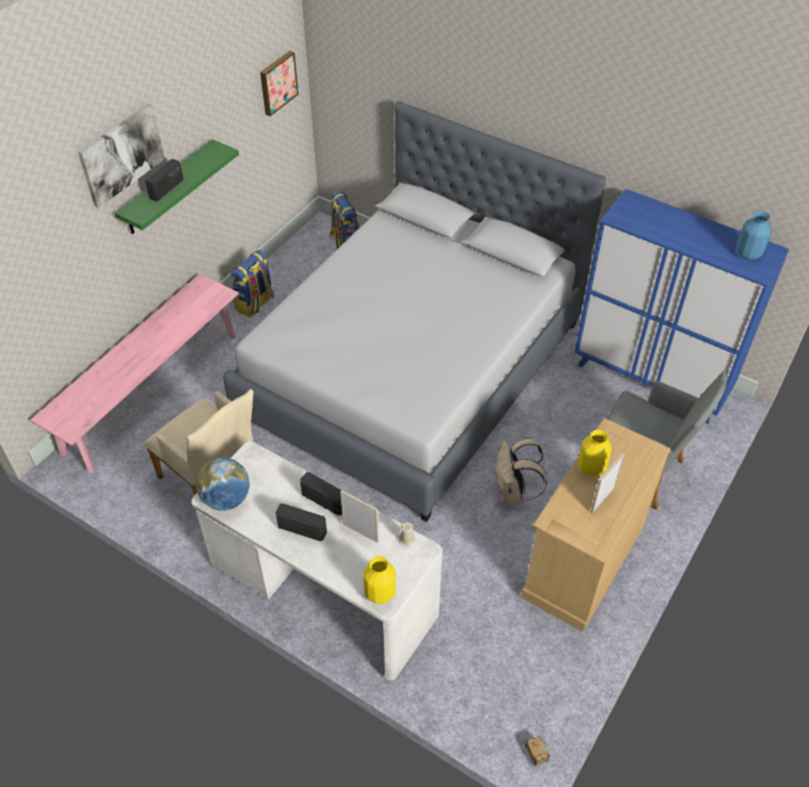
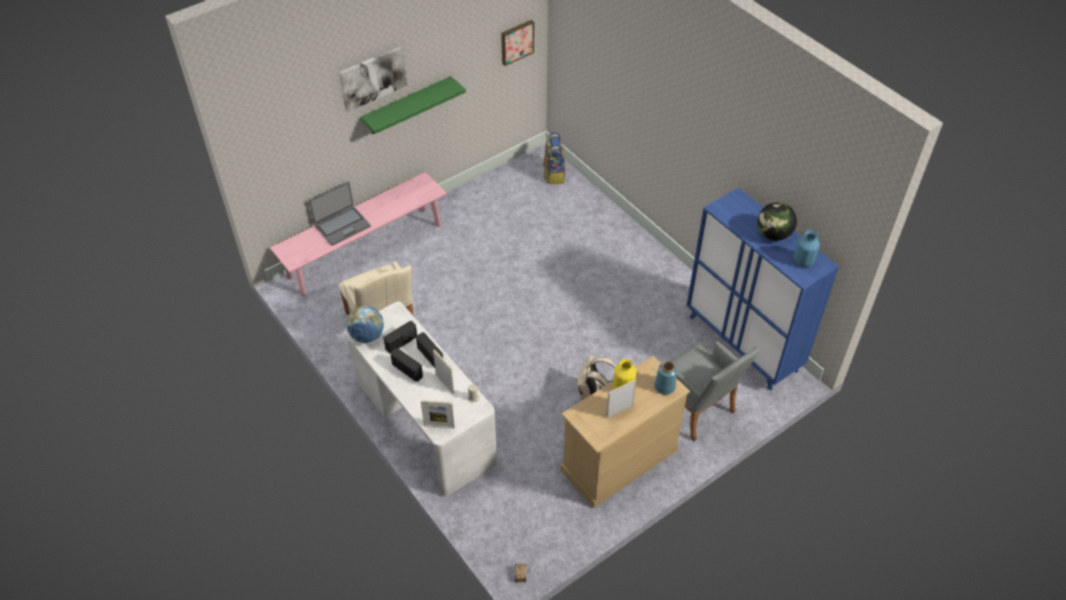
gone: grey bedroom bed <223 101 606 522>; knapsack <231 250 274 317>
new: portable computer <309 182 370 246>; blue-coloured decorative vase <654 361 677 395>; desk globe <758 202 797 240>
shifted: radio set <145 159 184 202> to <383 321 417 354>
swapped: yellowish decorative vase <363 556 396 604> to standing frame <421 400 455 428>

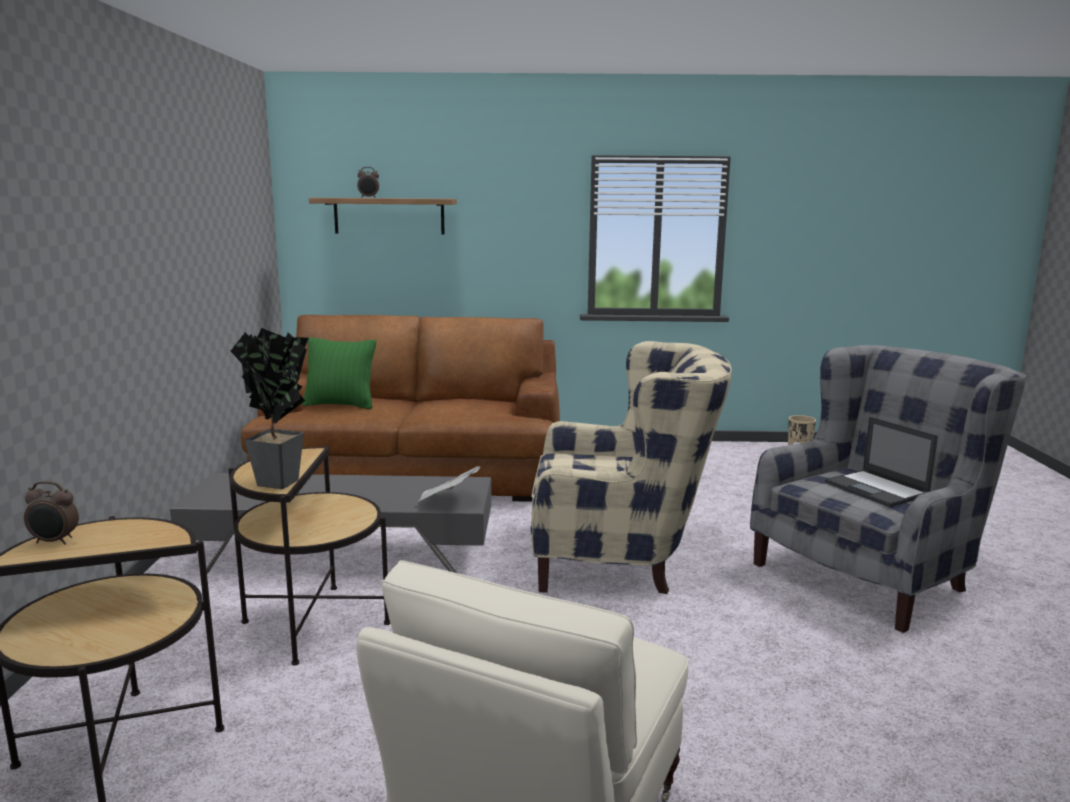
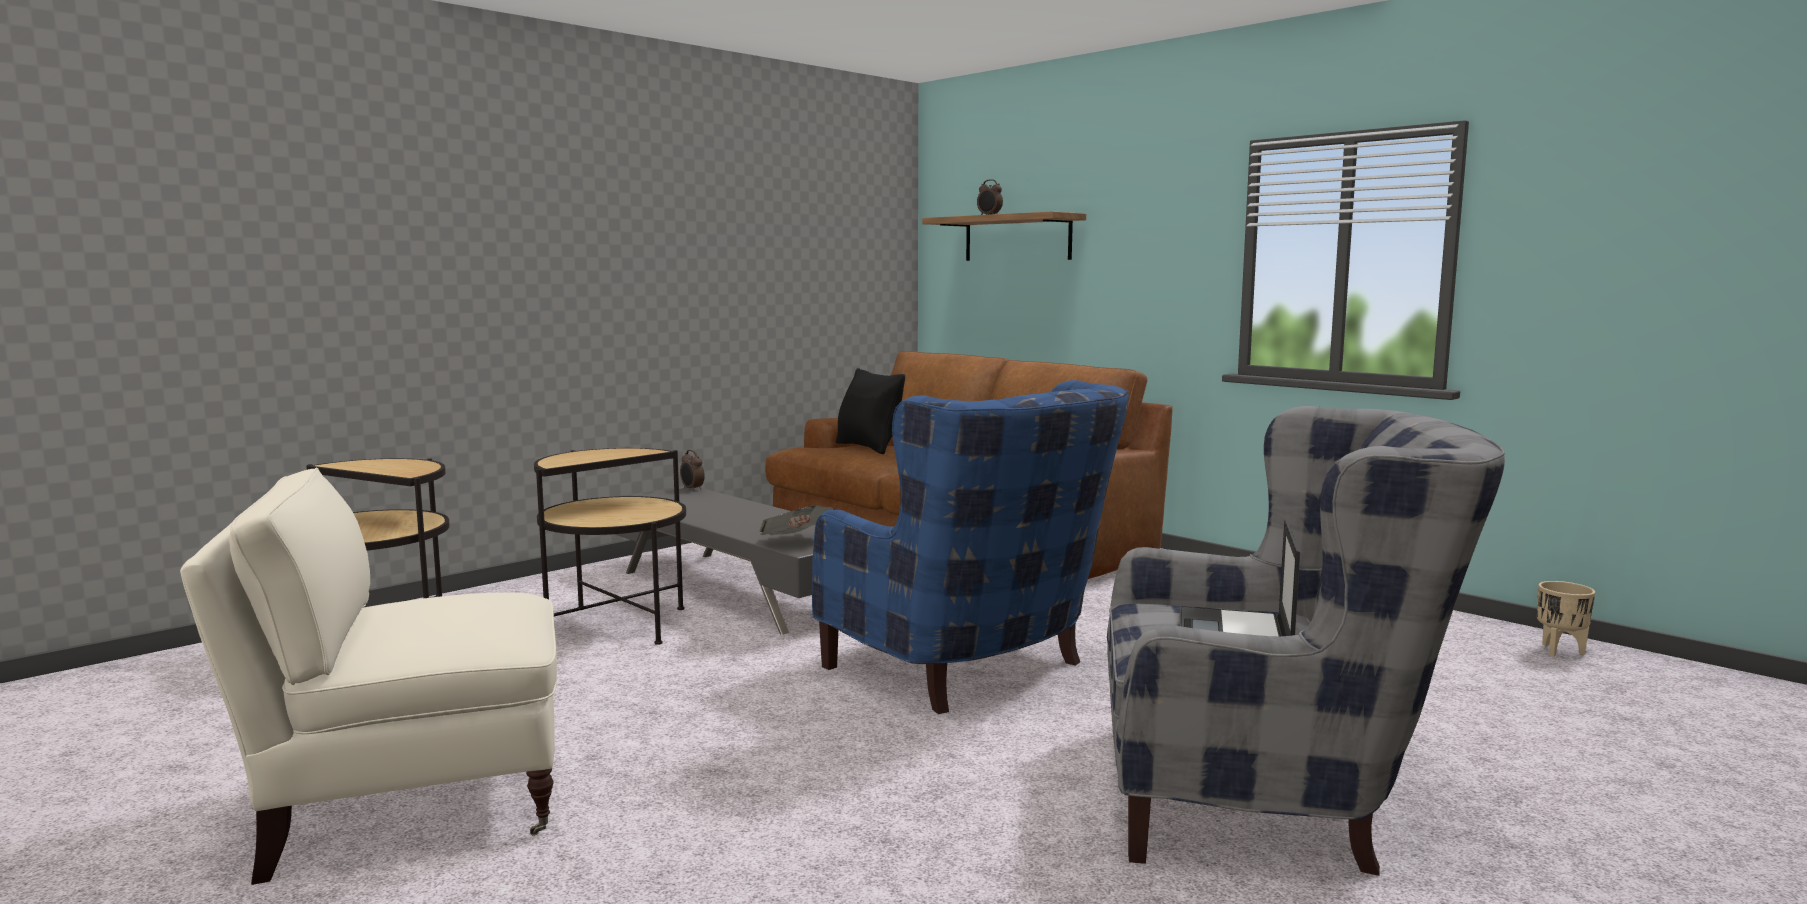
gone: plant in a pot <231 328 309 489>
shifted: alarm clock <24 481 79 545> to <680 450 705 491>
repainted: beige-coloured lounge chair <531 341 732 594> to blue-coloured lounge chair <812 380 1129 714>; green cushion <302 337 376 409> to black-coloured cushion <836 368 905 454>

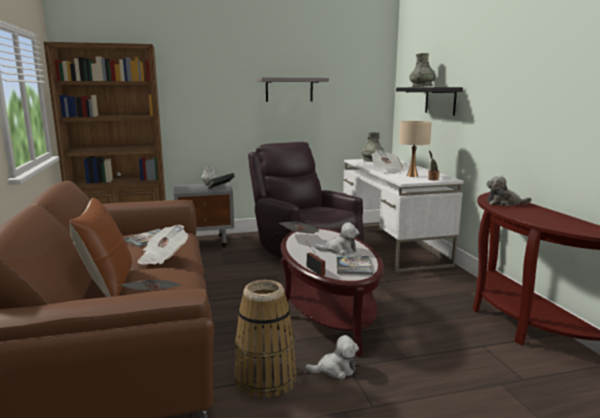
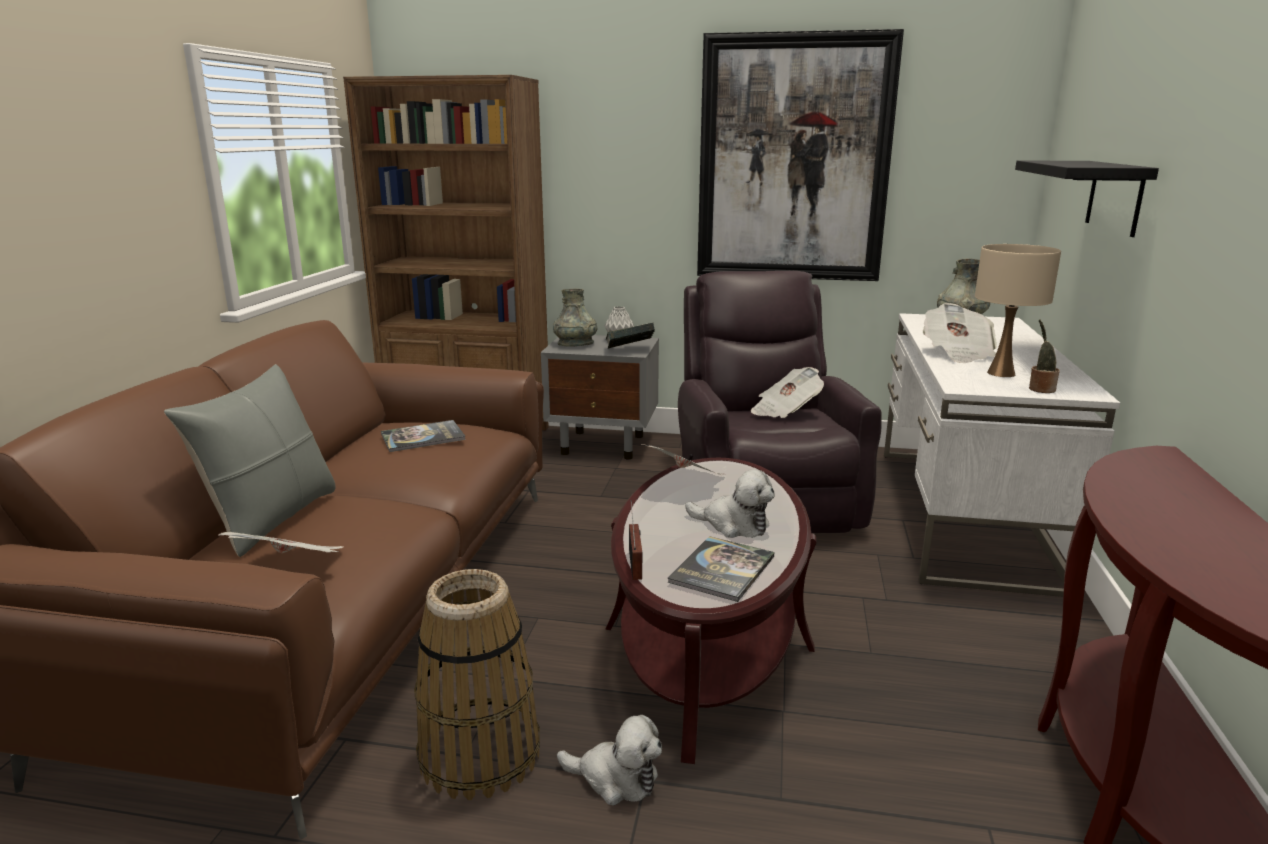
gone: soft toy <486 175 532 206>
shifted: grey decorative vase <410 53 436 87> to <553 289 597 347>; daily paper <137 225 188 265> to <751 367 824 418>
swapped: grey bracket shelf <257 78 329 102> to wall art <697 29 904 281>
repainted: brown cushion <69 198 132 297> to grey cushion <164 364 336 557>

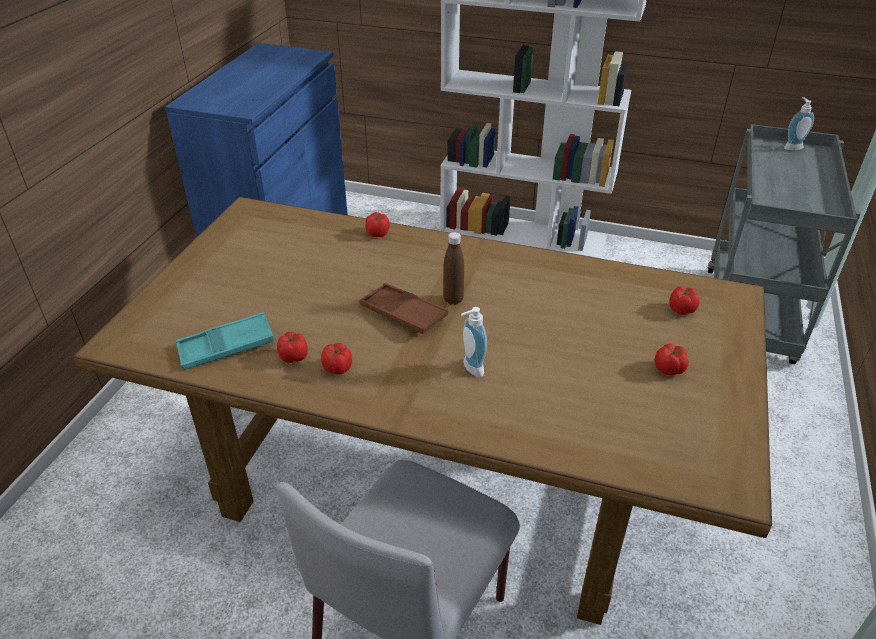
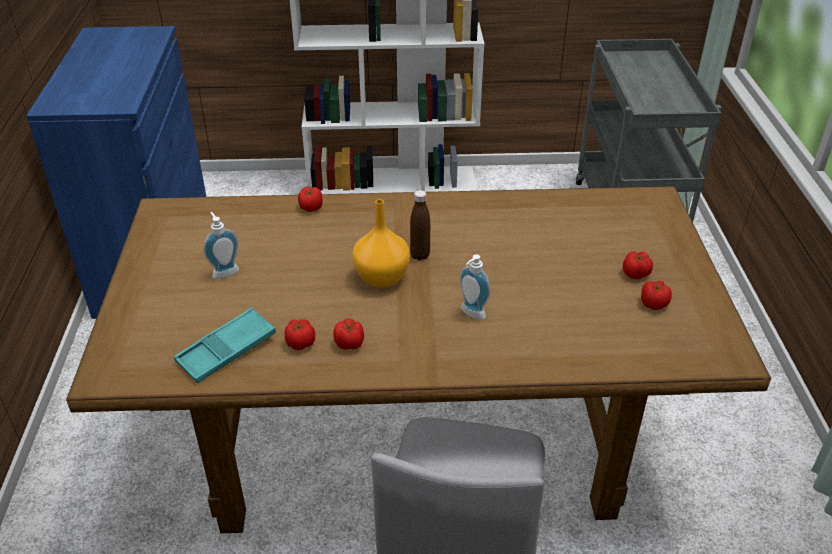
shifted: liquid soap bottle <784 97 814 150> to <203 212 239 279>; fresh tomato <669 286 700 315> to <641 281 672 310>
swapped: brown tray <360 283 448 334> to orange-coloured decorative vase <352 199 410 288>

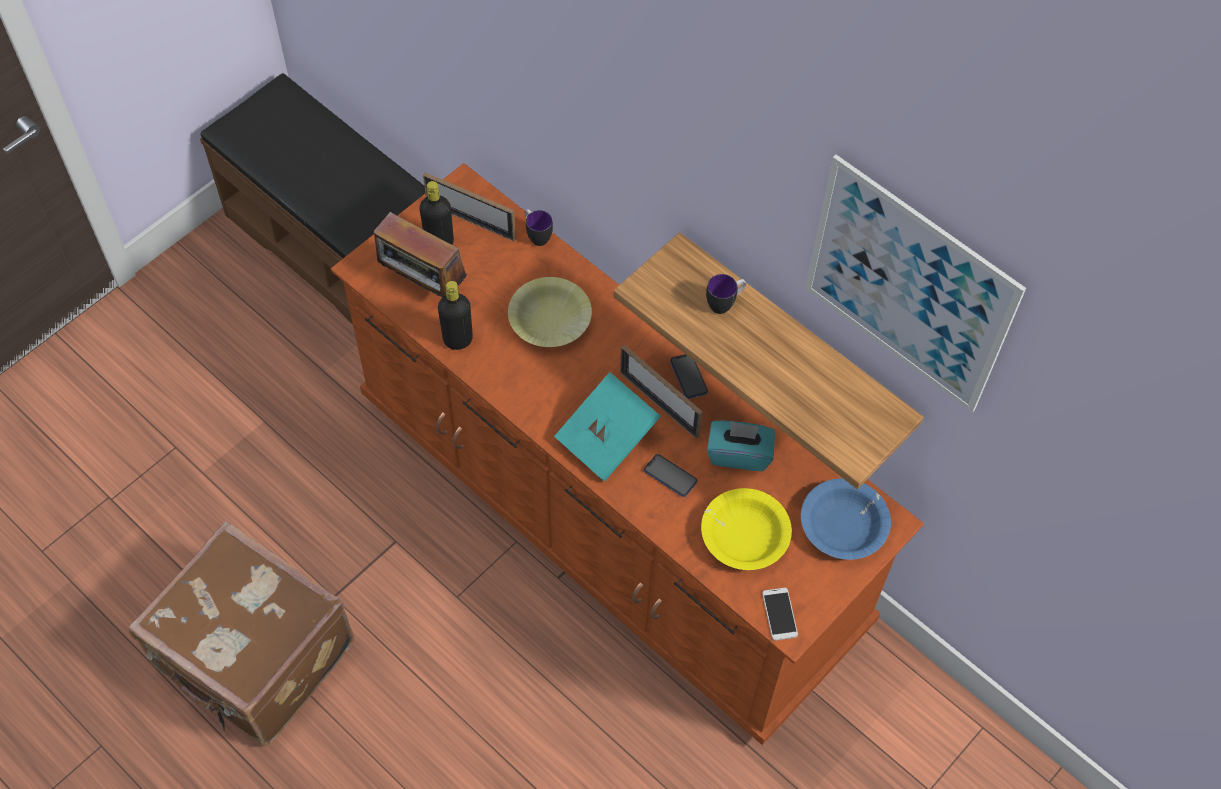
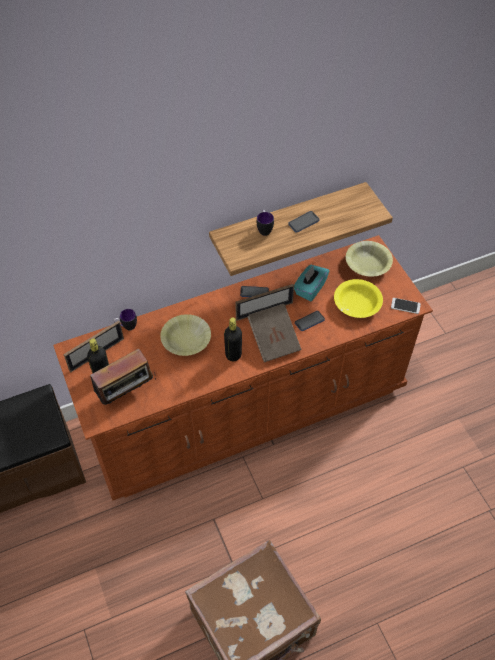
gone: wall art <805 155 1026 413>
new: phone <288 211 319 233>
shifted: black-coloured bottle <438 281 473 350> to <224 318 242 361>
repainted: turquoise book <554 372 661 481> to brown book <247 304 301 362>; blue-coloured deep dish <801 478 891 560> to yellowish deep dish <346 241 393 277>

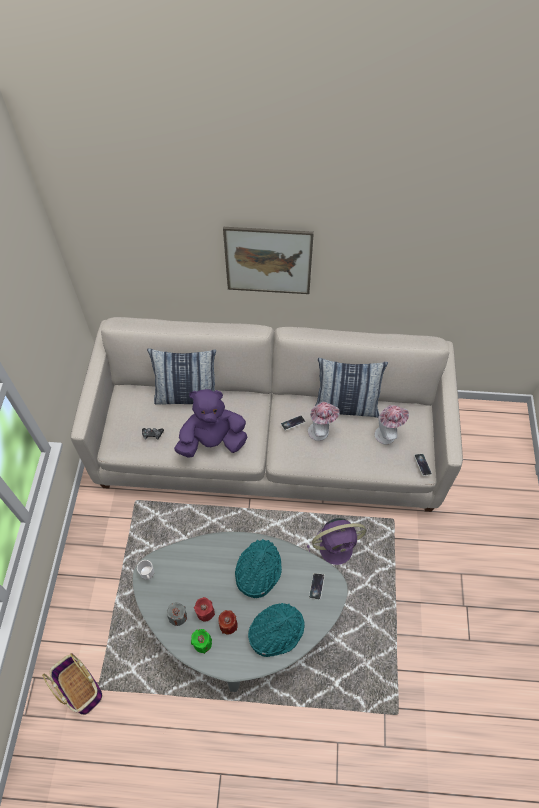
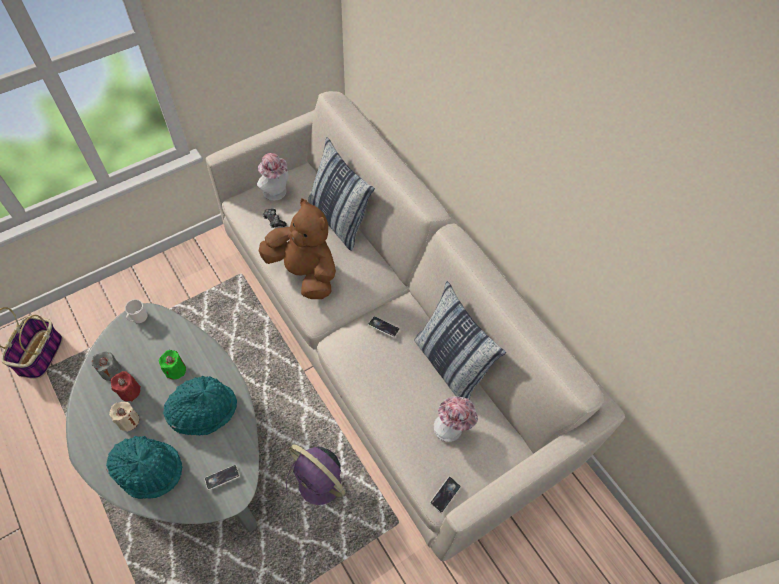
gone: wall art <223 227 314 294>
shifted: green candle <191 629 212 654> to <159 350 186 380>; clothing hat <308 402 340 441> to <257 153 289 201>
repainted: red-coloured candle <218 610 238 634> to beige-coloured candle <109 402 139 432>; purplish soft toy <174 389 247 458> to brown soft toy <259 198 336 299>

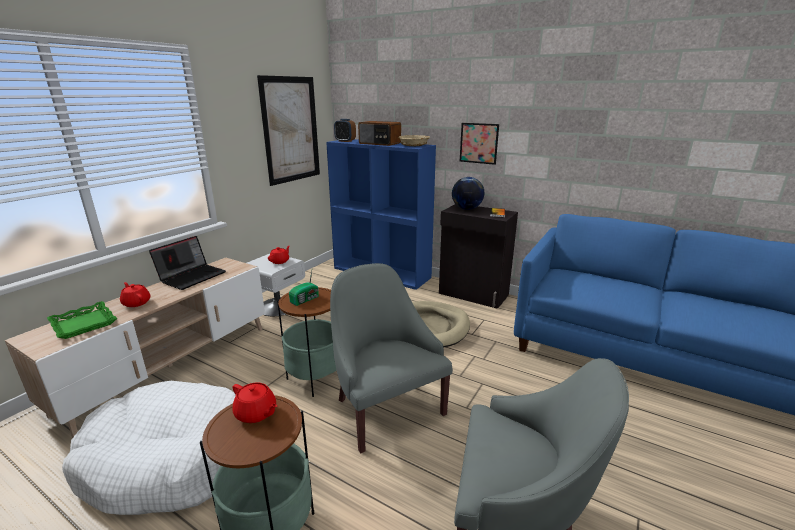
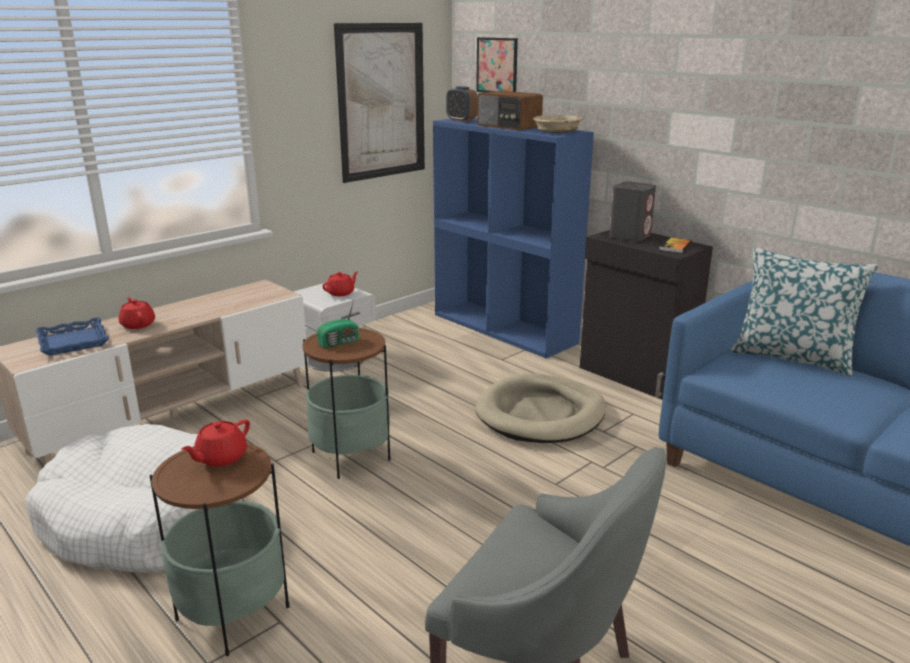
gone: portable computer <149 236 226 290>; grey lounge chair <330 263 453 453>
new: cushion <731 247 878 377>
shifted: wall art <460 123 499 165> to <476 37 518 92>
swapped: desk globe <452 177 484 210> to grey speaker <609 181 656 242>
repainted: green tray <47 301 117 339> to blue-coloured tray <36 317 109 356>
rotated: red-coloured pot for tea <233 383 278 423> = <181 419 250 467> 75 degrees clockwise

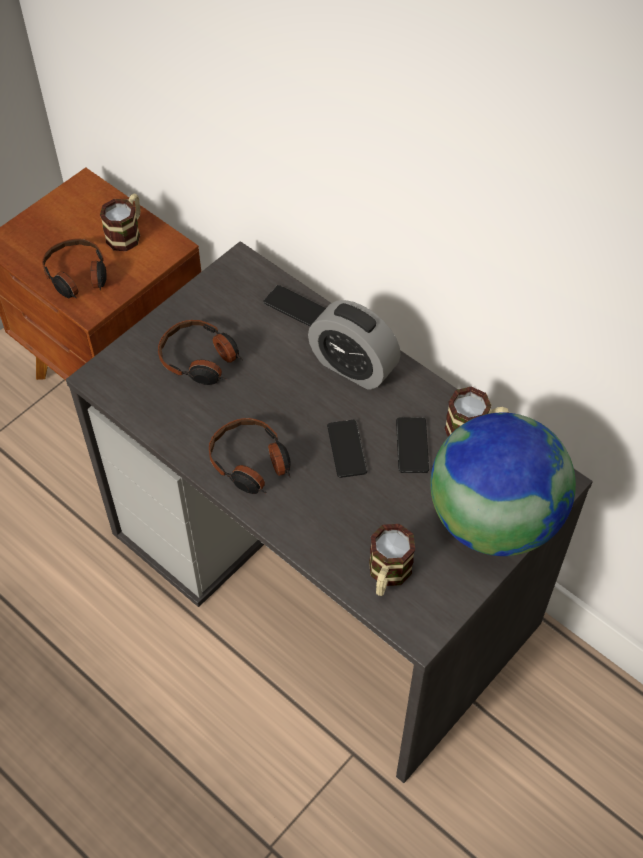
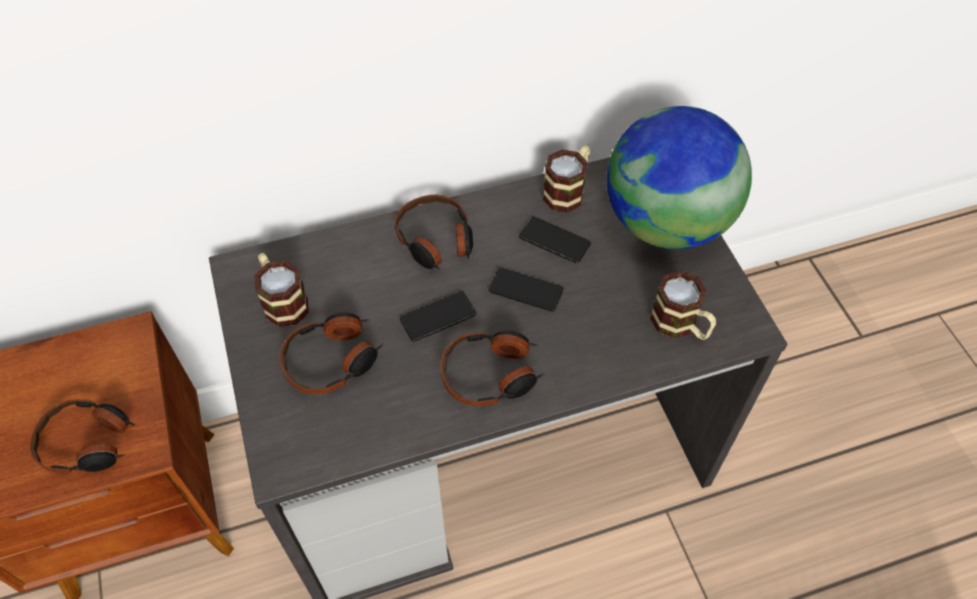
shifted: mug <100 194 141 251> to <255 253 309 327>; phone <263 285 326 327> to <400 291 476 342>
swapped: alarm clock <308 300 401 389> to headset <395 195 473 270>

